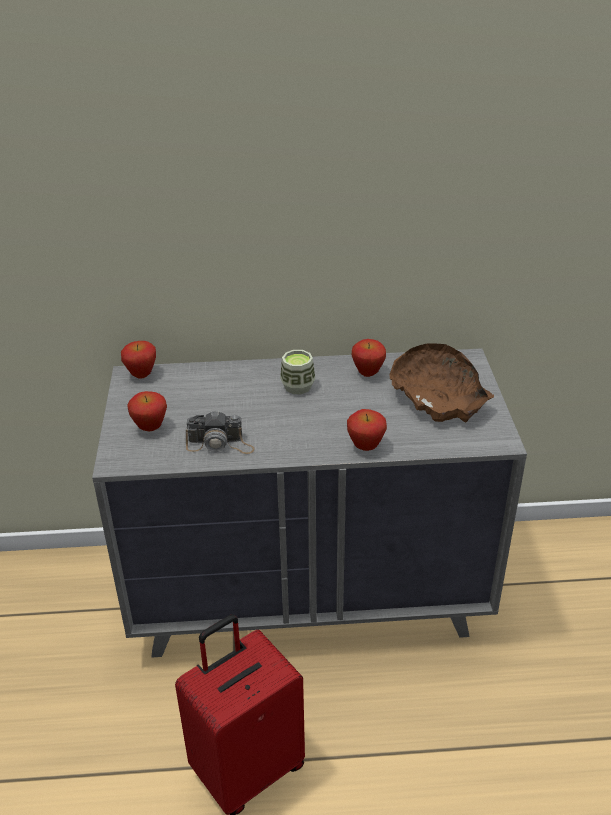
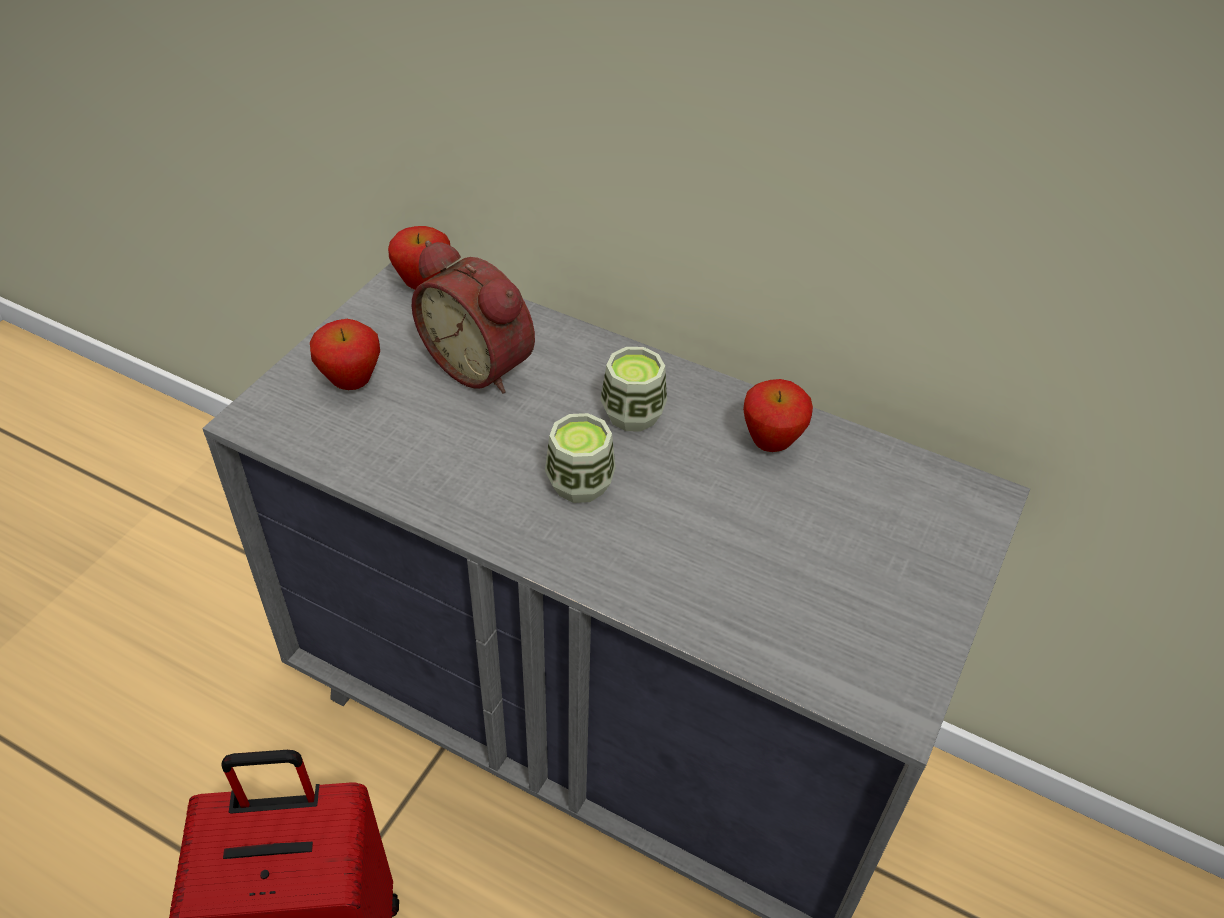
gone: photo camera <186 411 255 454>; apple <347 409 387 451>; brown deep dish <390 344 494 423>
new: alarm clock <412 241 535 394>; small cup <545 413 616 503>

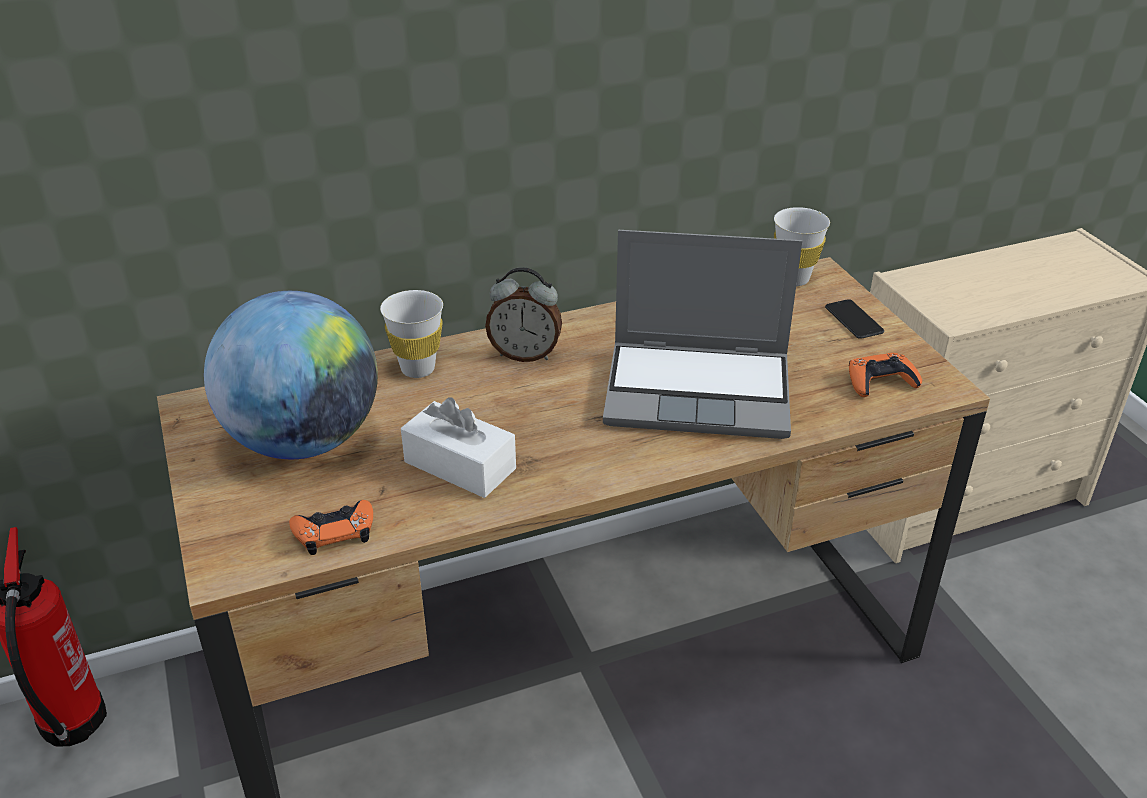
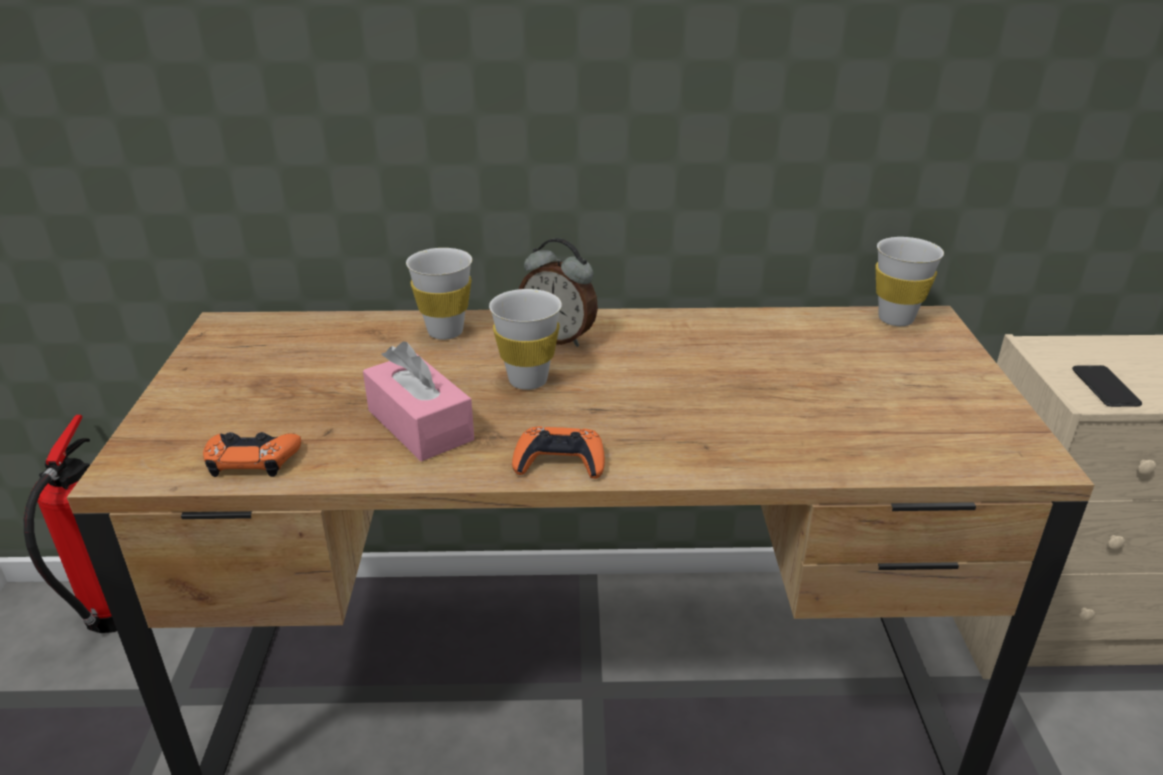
gone: desk globe <204 291 378 459>; portable computer <603 230 802 439>
new: white small cup <489 289 562 390>
shifted: orange-coloured game controller <849 353 922 397> to <512 427 605 479>; phone <825 299 884 339> to <1072 365 1142 407>
repainted: white box of tissues <401 398 516 498> to pink box of tissues <363 341 474 462>

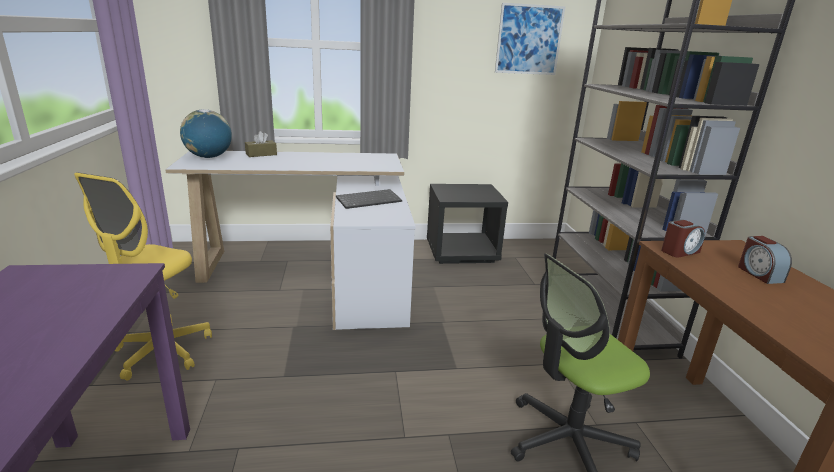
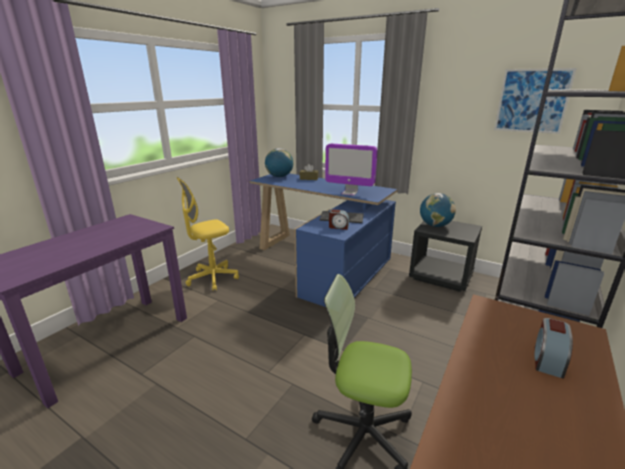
new: monitor <325 144 377 196>; desk globe <420 193 456 227>
shifted: alarm clock <661 220 705 257> to <329 209 349 230>
repainted: white desk <165 151 416 330> to blue-coloured desk <250 173 397 307>

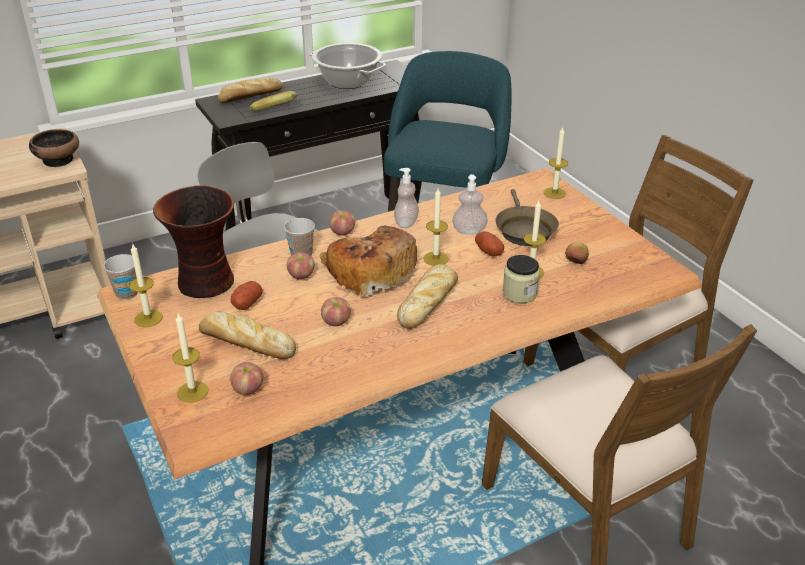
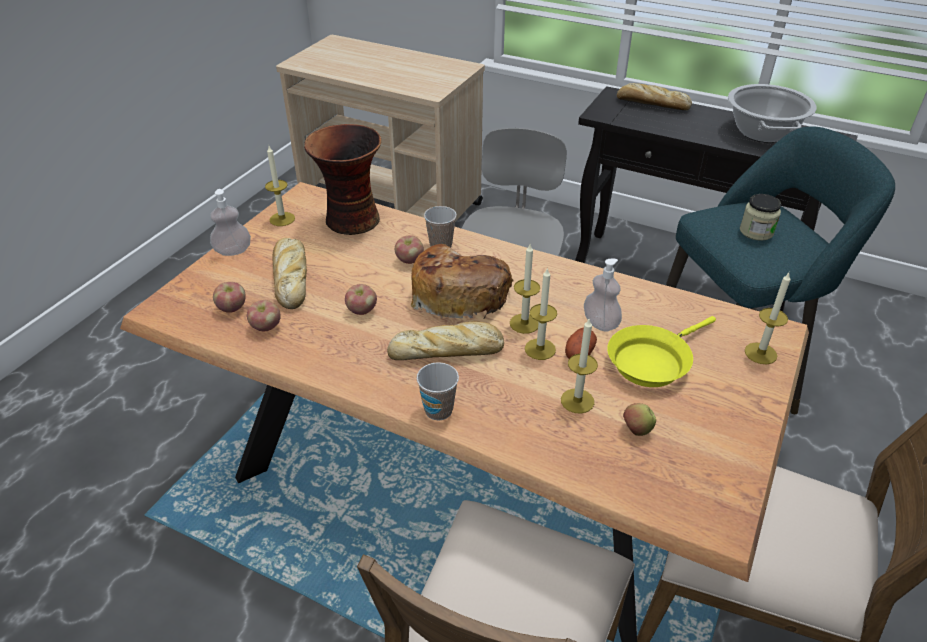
gone: deep dish <29 129 79 167>; whole potato <231 281 263 310>; whole banana <250 91 297 111>
shifted: liquid soap bottle <394 168 419 228> to <210 189 251 256>; apple <329 210 355 236> to <247 300 281 331>; small cup <103 254 138 300> to <416 362 459 420>; candle <172 314 208 403> to <525 267 557 360>; storage jar <503 255 540 303> to <740 194 781 241>
repainted: brown skillet <495 189 559 246> to yellowish skillet <607 316 716 387>

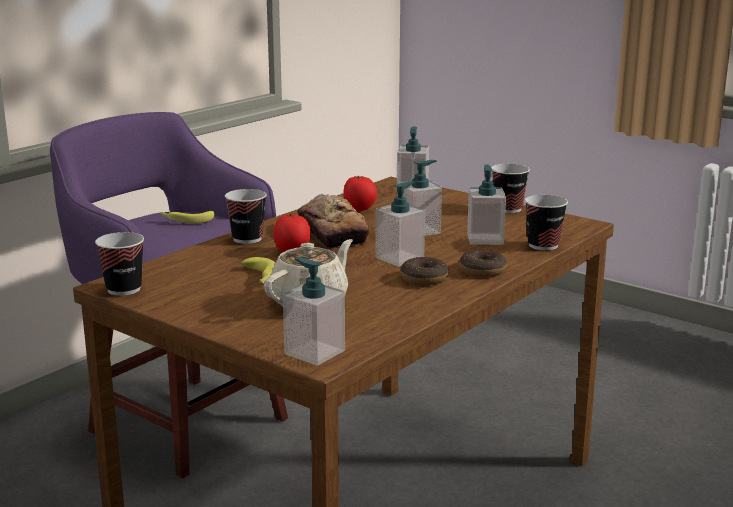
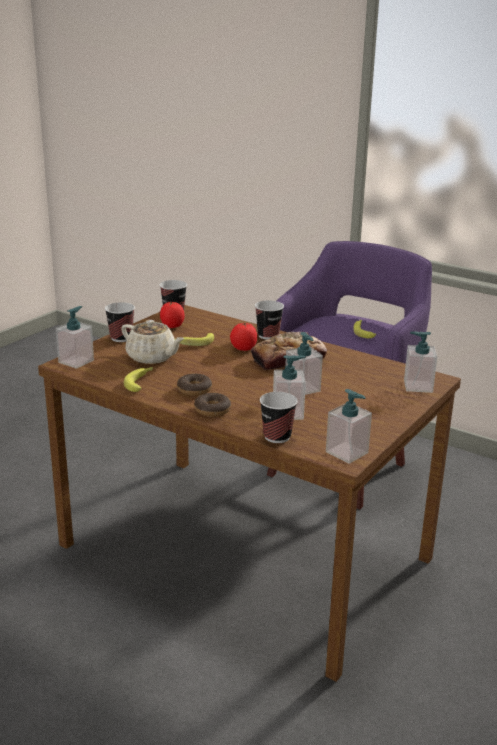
new: whole banana <124 367 153 392>
shifted: small cup <491 164 530 213> to <105 302 135 342>; fresh tomato <344 176 377 212> to <160 301 184 328>; liquid soap bottle <375 181 425 267> to <326 389 372 464>

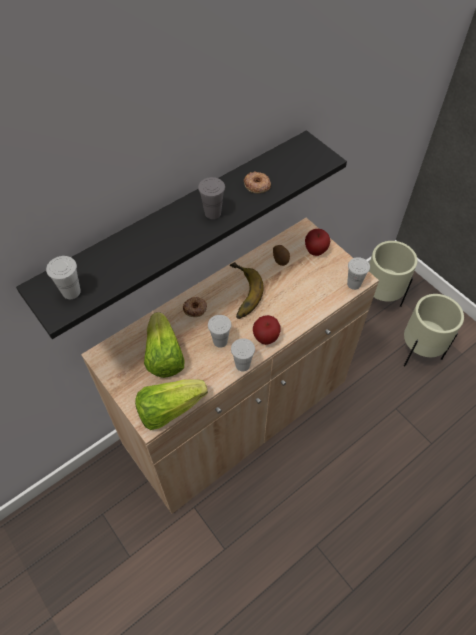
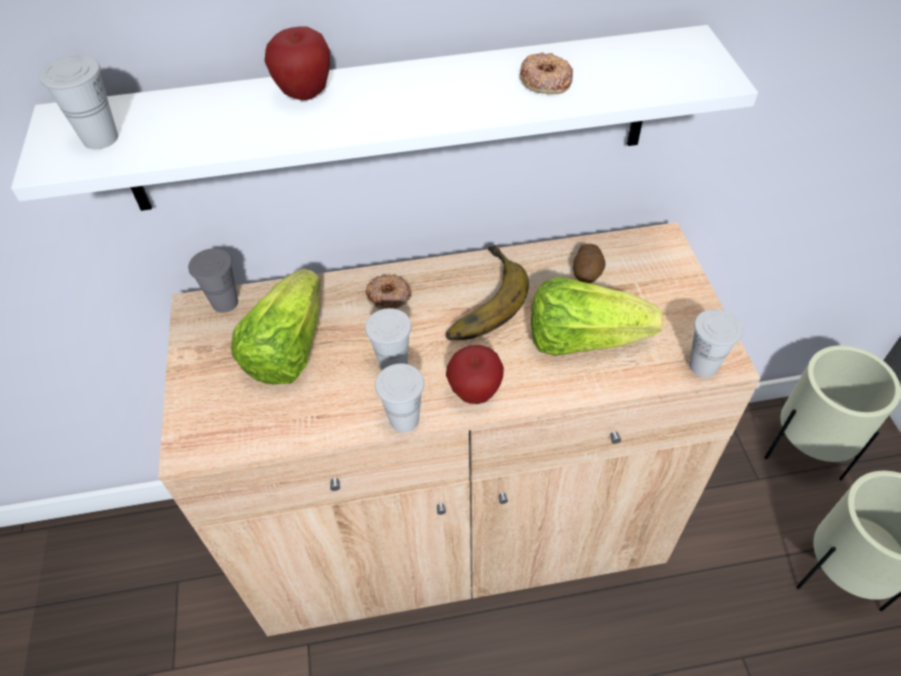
shifted: grey small cup <198 177 225 219> to <188 248 238 313>; apple <305 229 330 256> to <265 26 330 100>; head of lettuce <135 379 208 430> to <531 277 663 356>
repainted: black-coloured bracket shelf <16 130 347 339> to white bracket shelf <11 25 758 211>

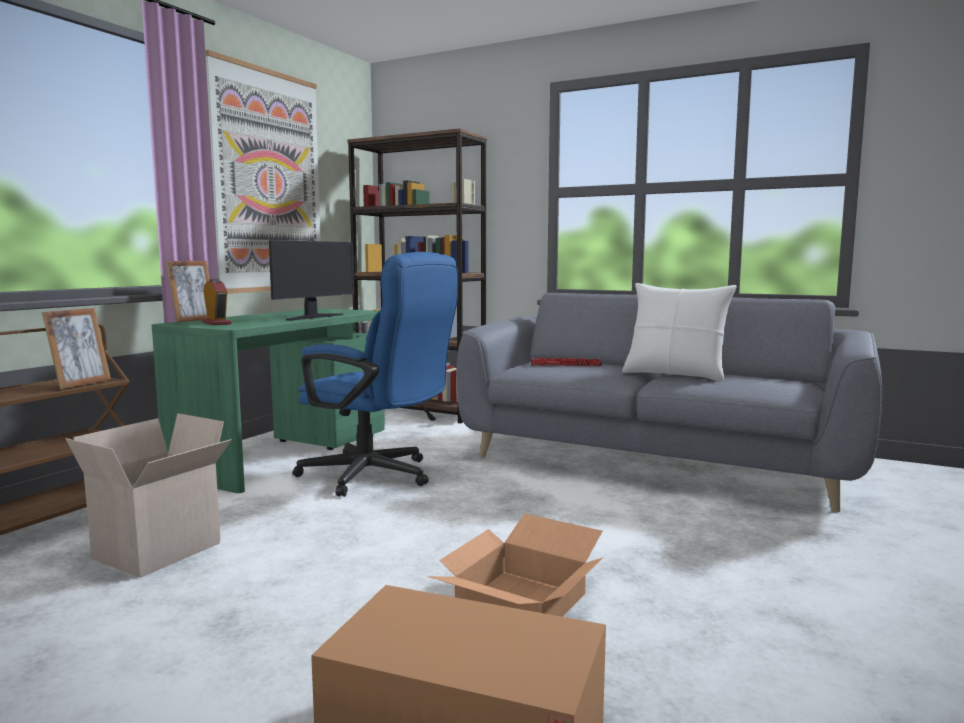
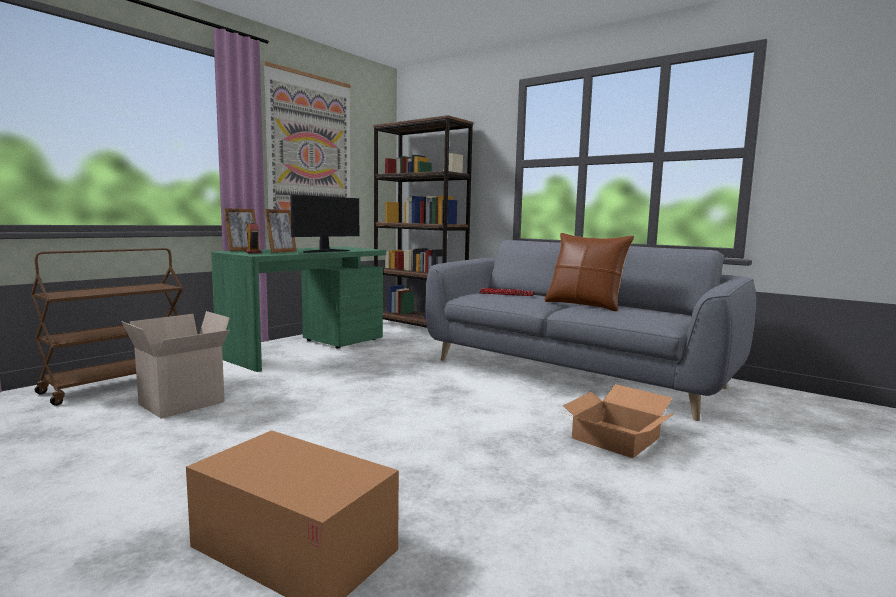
gone: blue-coloured desk chair <292 252 458 497>
shifted: standing frame <42 308 111 389> to <264 209 297 253>; packing box <427 513 604 617> to <560 384 675 458>
repainted: white cushion <622 283 736 381> to brown cushion <545 233 634 311>

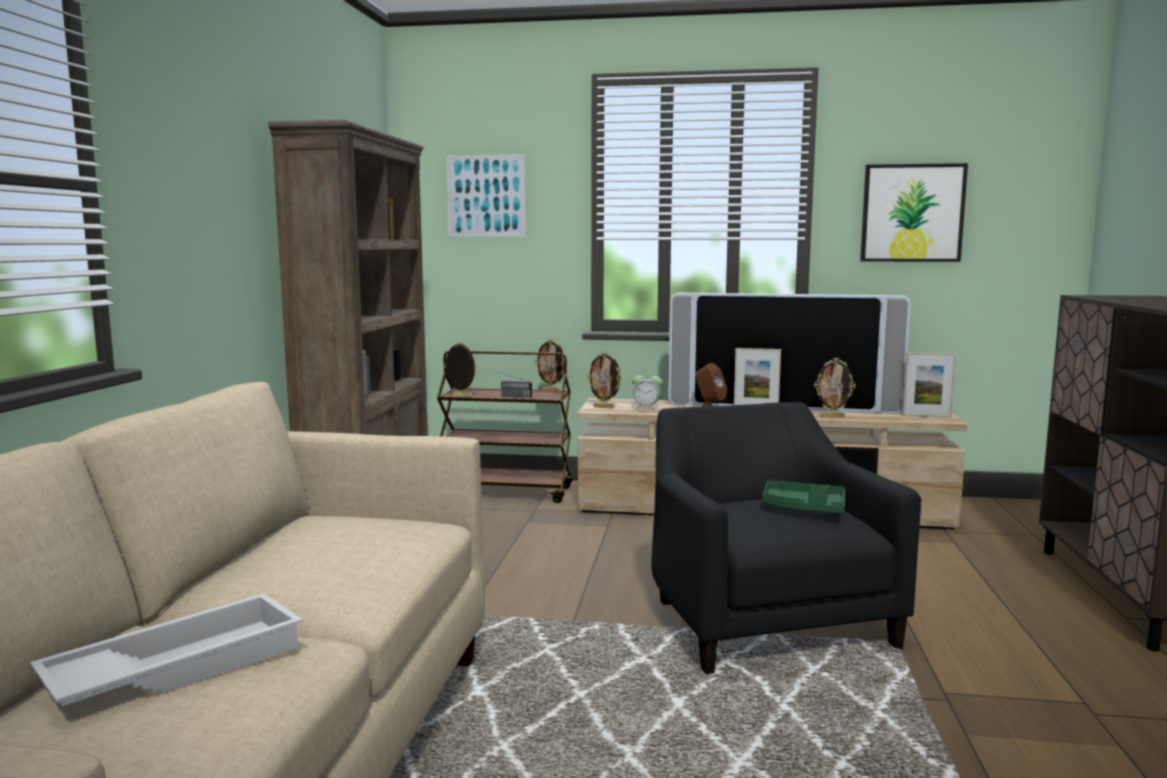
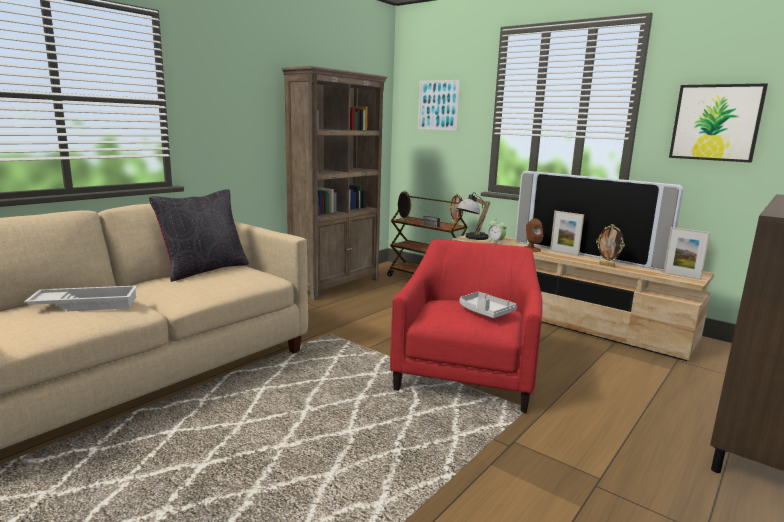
new: black-coloured cushion <149 189 249 282>
swapped: standing frame <586 351 622 409> to table lamp <456 192 490 240>
repainted: black-coloured lounge chair <651 402 922 674> to red-coloured lounge chair <390 239 543 413>; green tray <762 480 845 514> to grey tray <459 292 517 318>

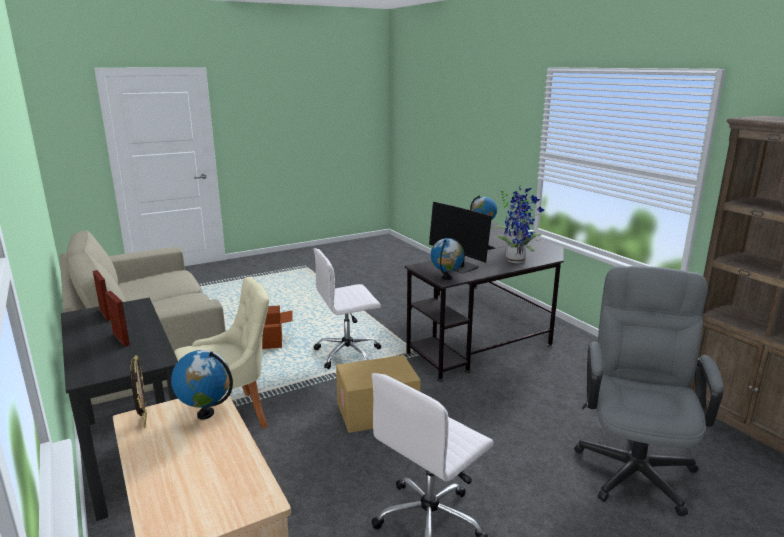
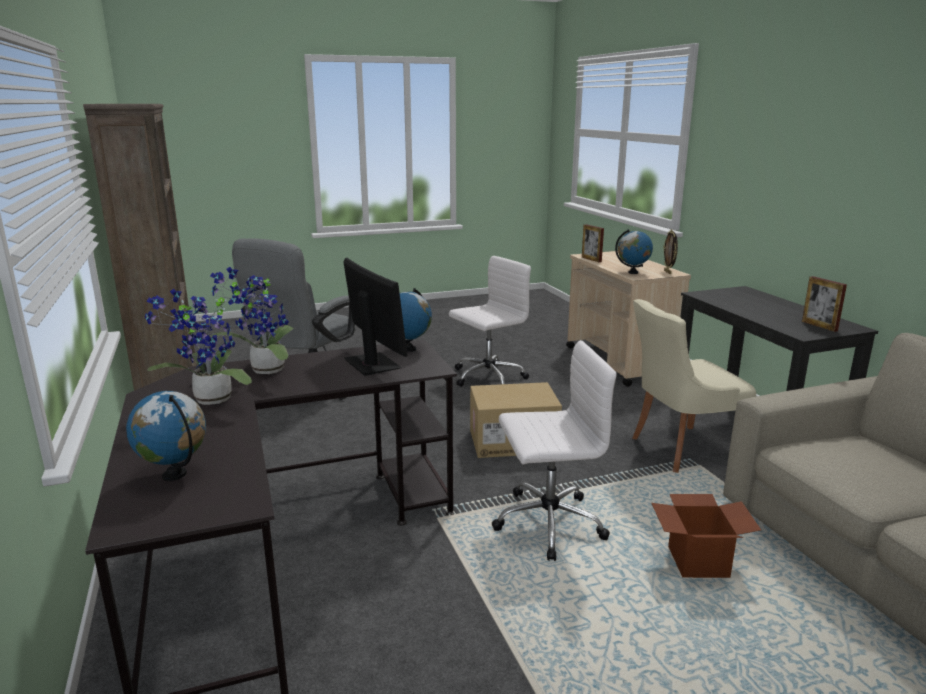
shifted: standing frame <106 291 130 347> to <582 224 604 262>

